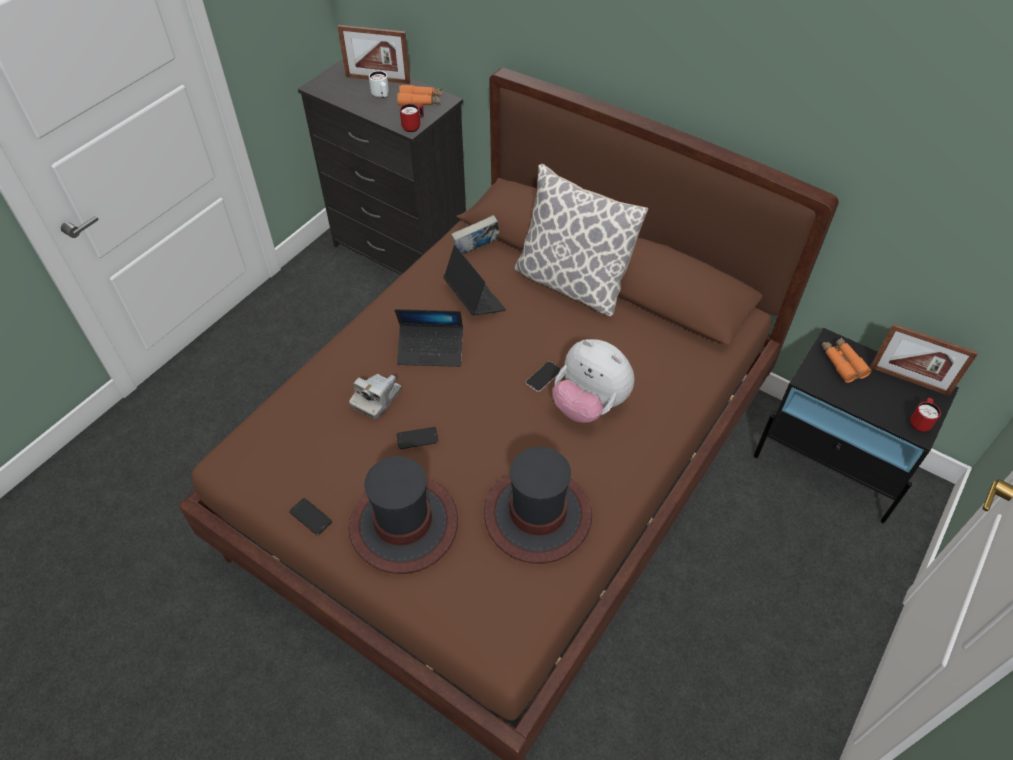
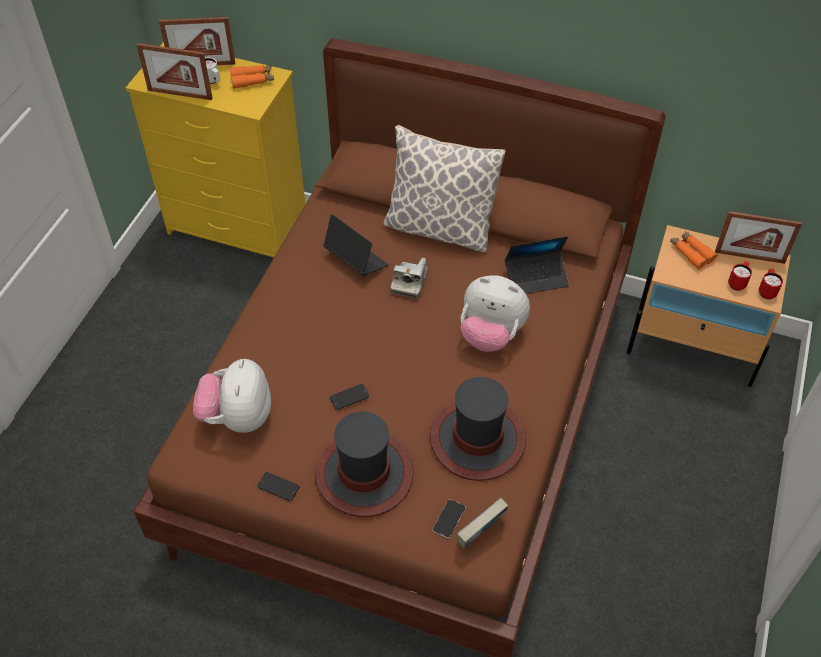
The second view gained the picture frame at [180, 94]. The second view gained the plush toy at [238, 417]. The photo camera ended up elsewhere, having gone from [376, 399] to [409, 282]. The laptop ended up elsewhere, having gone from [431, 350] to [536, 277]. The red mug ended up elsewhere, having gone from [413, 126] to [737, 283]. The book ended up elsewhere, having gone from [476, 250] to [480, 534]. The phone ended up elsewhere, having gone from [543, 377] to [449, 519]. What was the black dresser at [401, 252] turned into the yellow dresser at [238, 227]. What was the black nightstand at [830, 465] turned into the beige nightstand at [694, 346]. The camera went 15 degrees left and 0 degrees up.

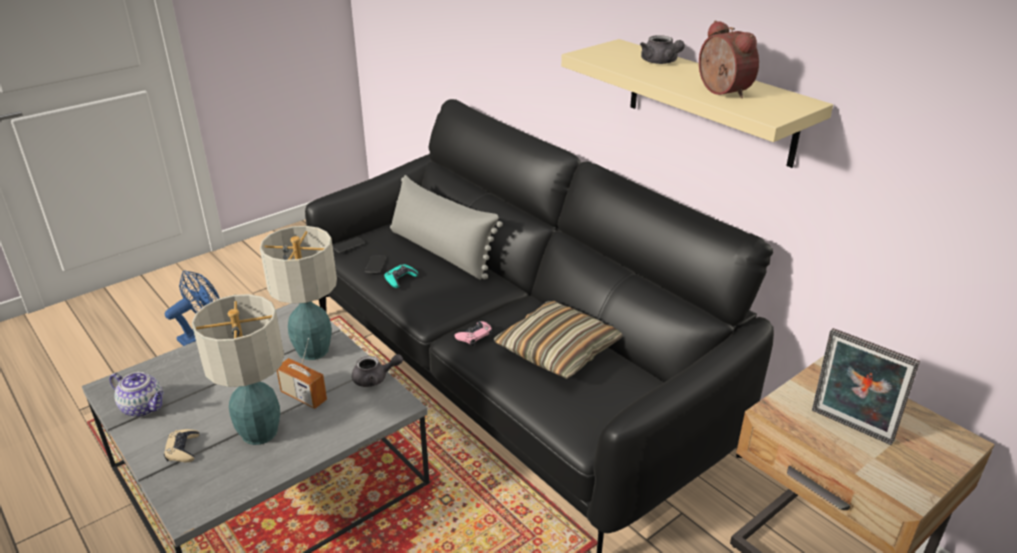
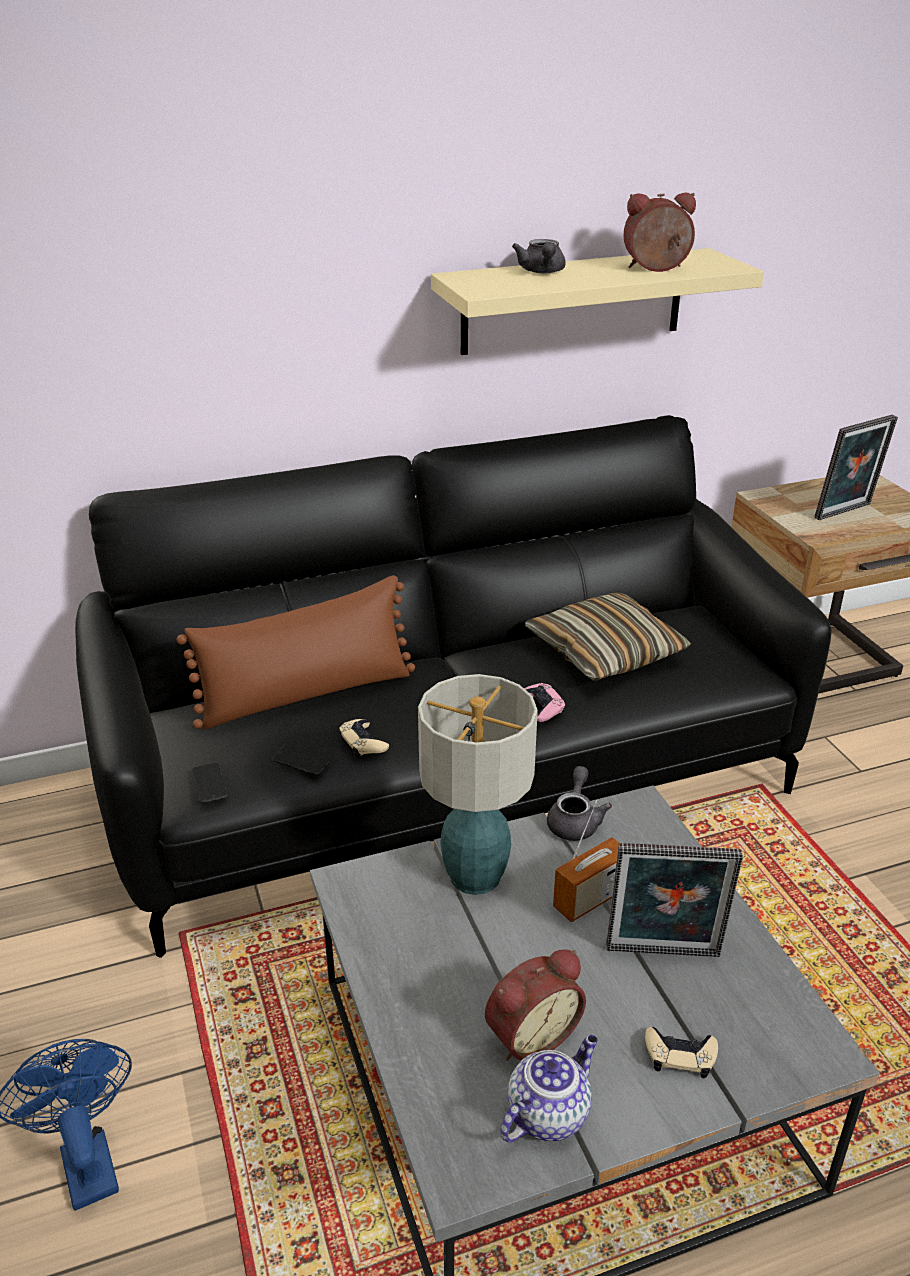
The second view gained the alarm clock at [530, 1034]. Where the table lamp stood at [260, 433], the picture frame came to stand at [663, 956]. What was the turquoise game controller at [400, 279] turned into the beige game controller at [363, 742]. What was the grey pillow at [441, 252] turned into the brown pillow at [307, 694]. The grey teapot at [661, 62] ended up facing another way, 90 degrees clockwise from before. The camera went 70 degrees left and 0 degrees up.

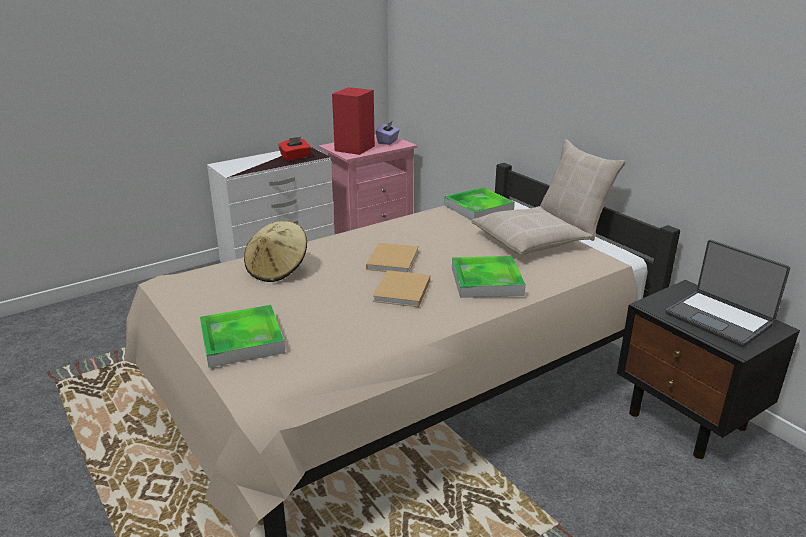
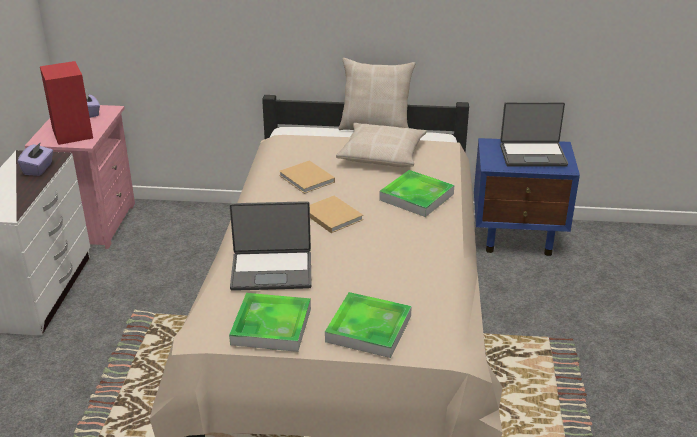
The beige book ended up elsewhere, having gone from [401, 292] to [307, 179]. The tray ended up elsewhere, having gone from [478, 208] to [271, 326]. Where the beige hat stood at [277, 270], the laptop came to stand at [272, 271]. What was the red tissue box at [295, 158] turned into the purple tissue box at [38, 169]. What was the black nightstand at [688, 421] turned into the blue nightstand at [518, 237]. The camera went 50 degrees left and 5 degrees up.

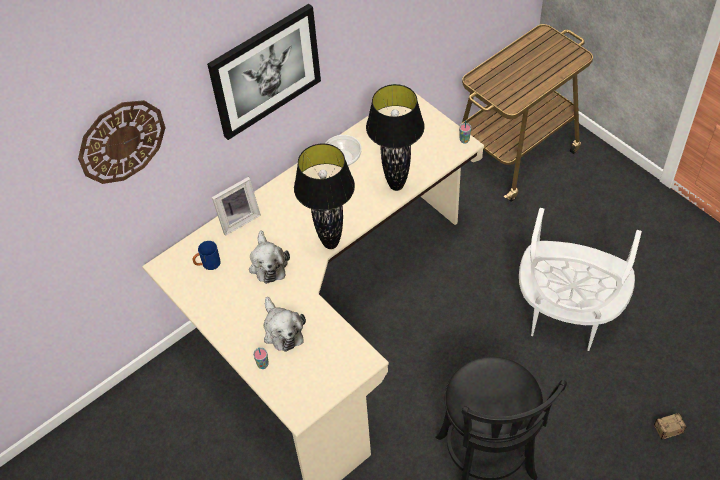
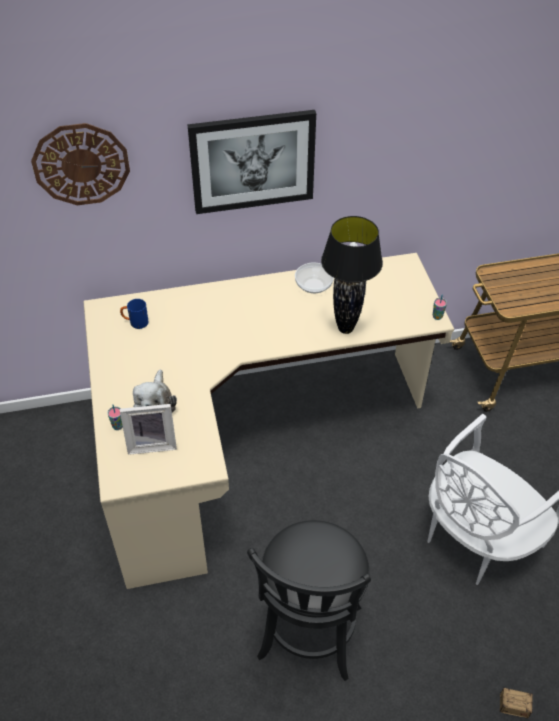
The second view lost the plush toy at [268, 263]. The second view lost the black table lamp at [331, 244]. The picture frame ended up elsewhere, having gone from [238, 219] to [152, 443]. The camera went 25 degrees right and 5 degrees down.

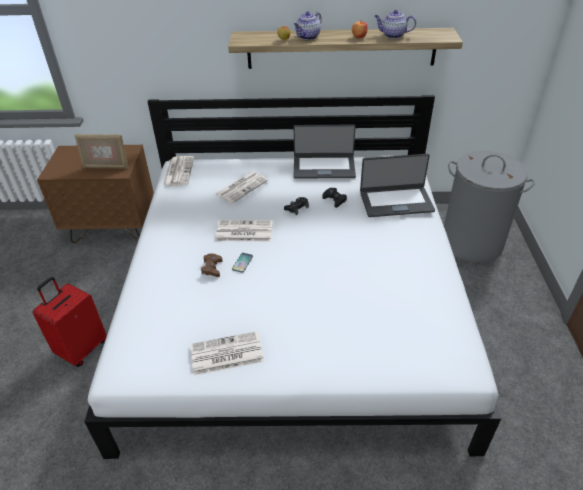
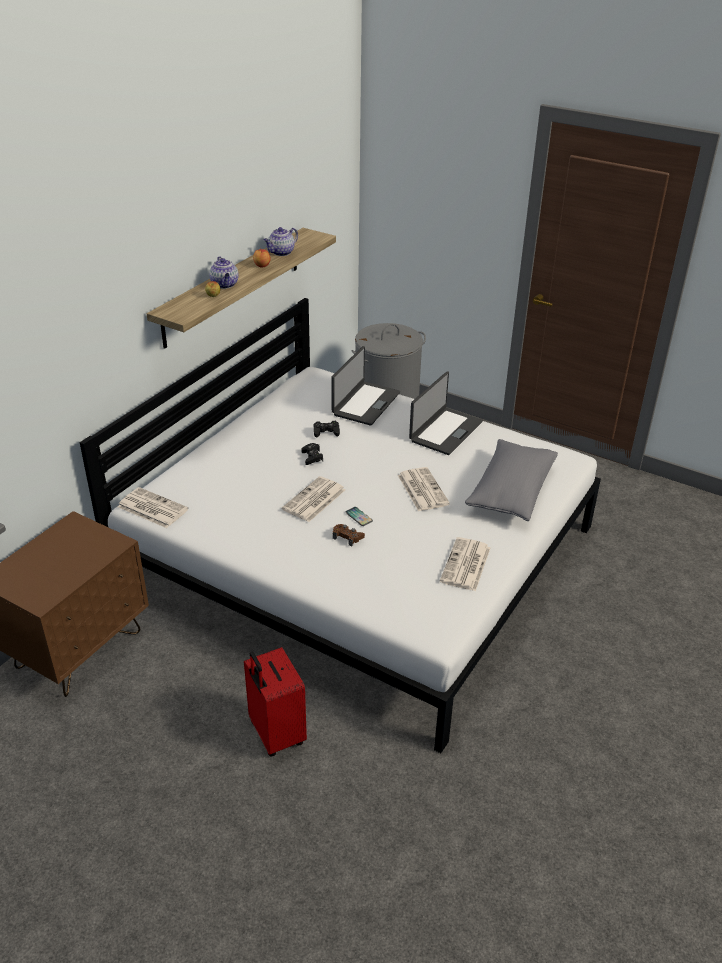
The second view lost the picture frame at [106, 167]. The second view gained the grey pillow at [511, 492]. The newspaper ended up elsewhere, having gone from [241, 187] to [422, 489]. The laptop ended up elsewhere, having gone from [324, 167] to [445, 431]. The camera went 60 degrees left and 5 degrees down.

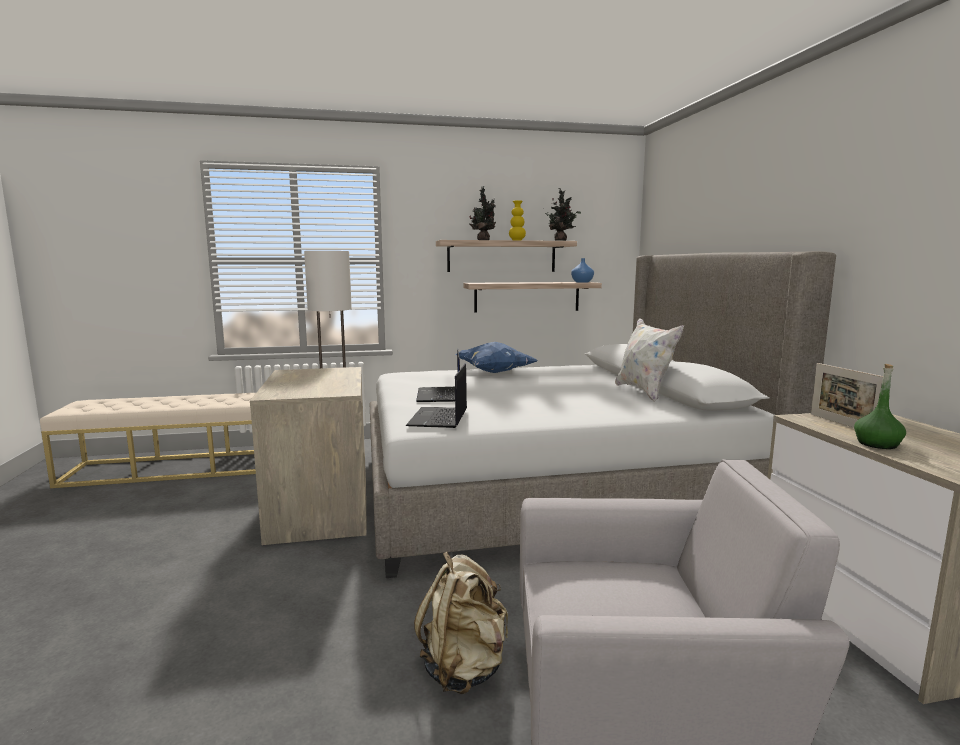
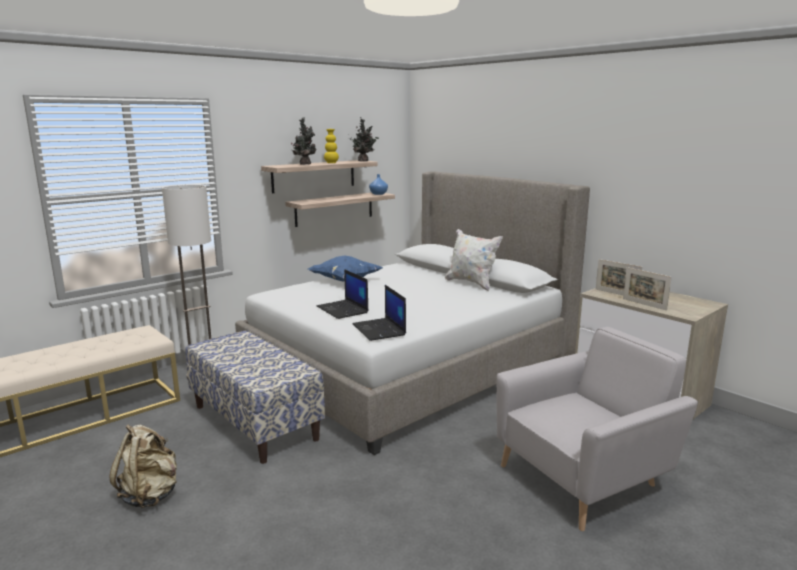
The beige backpack ended up elsewhere, having gone from [464, 668] to [150, 495]. Where the dresser stood at [321, 508], the bench came to stand at [255, 422]. Where the green bottle stood at [877, 444], the picture frame came to stand at [644, 304]. The camera went 30 degrees left and 5 degrees up.

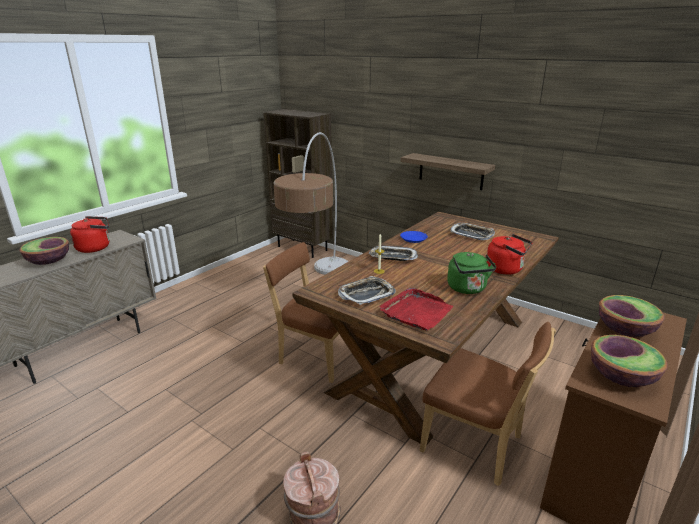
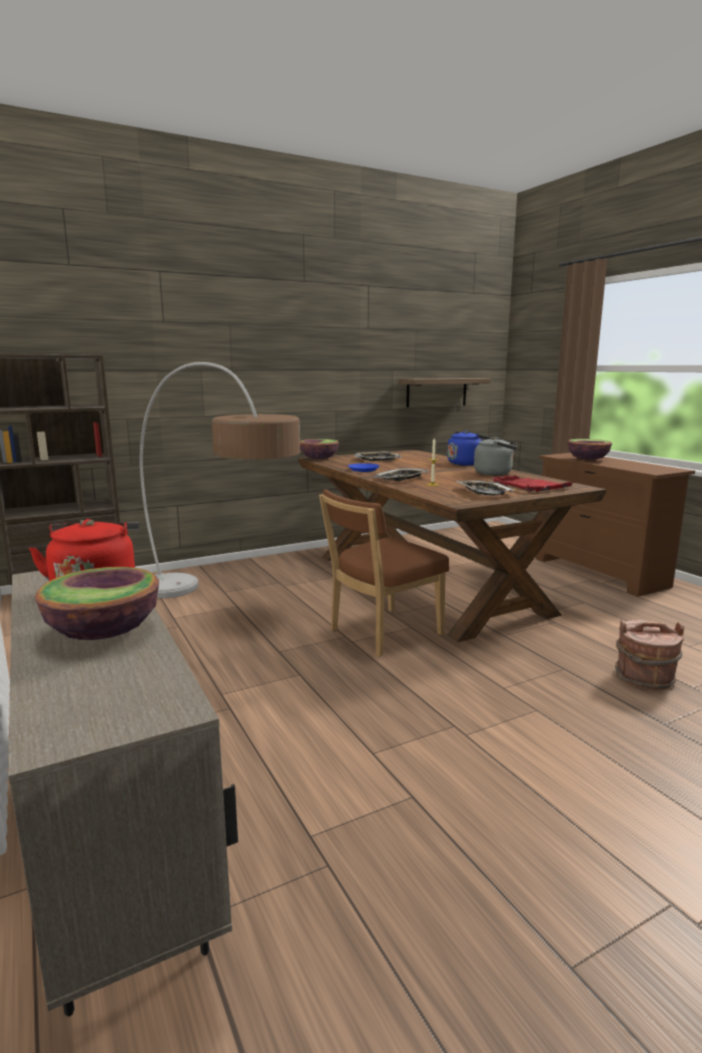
The second view lost the brown chair at [476, 446]. The shelf ended up elsewhere, having gone from [451, 171] to [436, 392]. The bowl ended up elsewhere, having gone from [621, 377] to [319, 459]. What was the green kettle at [468, 289] turned into the grey kettle at [495, 473]. What was the red kettle at [506, 269] turned into the blue kettle at [465, 463]. The camera went 65 degrees left and 10 degrees down.

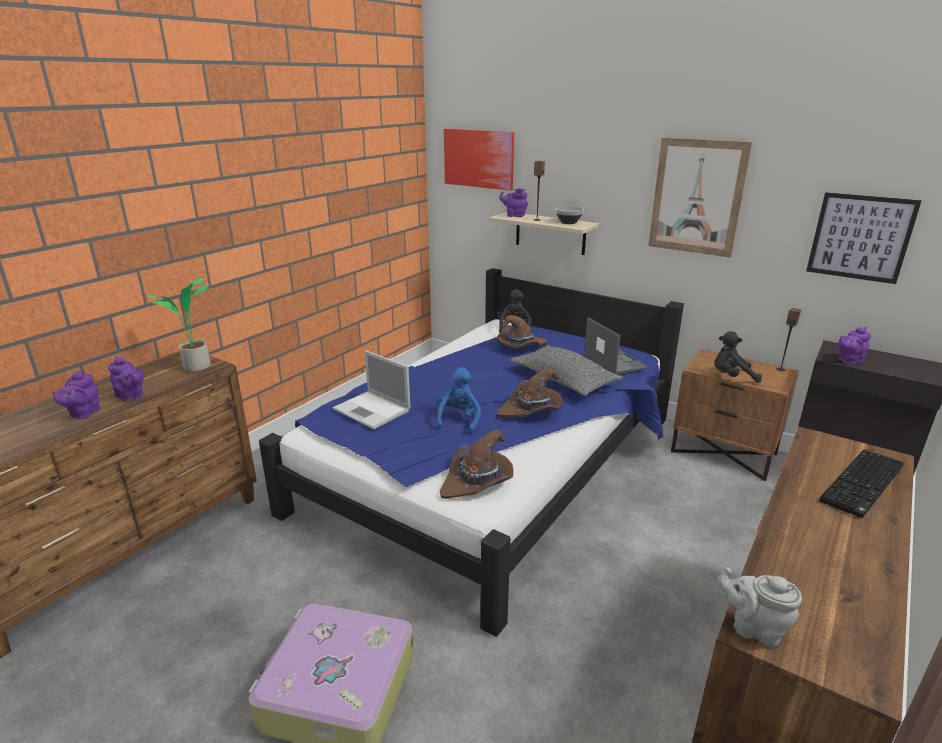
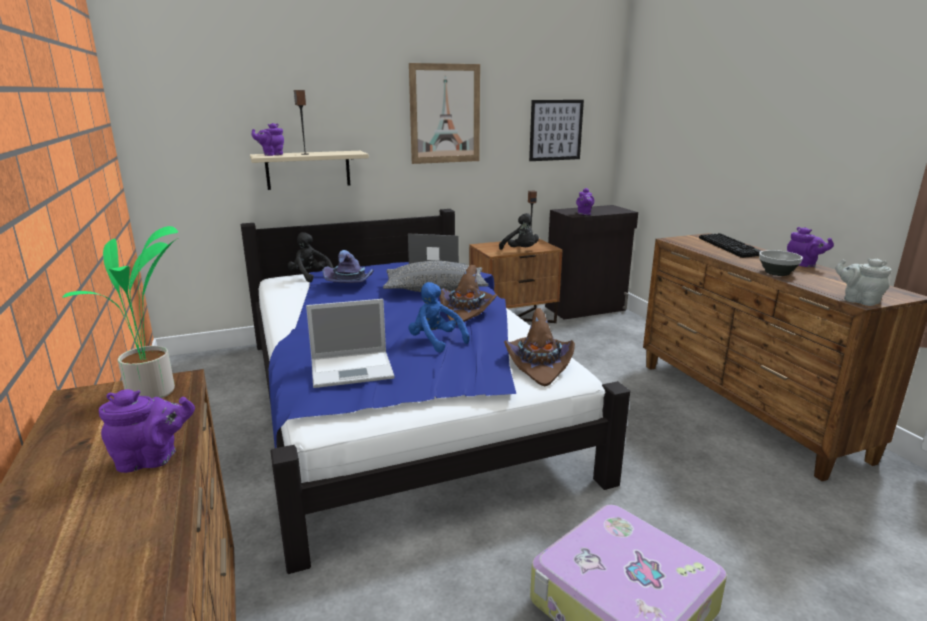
The second view lost the picture at [479, 158]. The purple teapot ended up elsewhere, having gone from [83, 414] to [803, 265]. The bowl ended up elsewhere, having gone from [568, 222] to [776, 273]. What was the brown hat at [521, 346] turned into the purple hat at [350, 283]. The black plush toy at [731, 377] ended up facing another way, 75 degrees counterclockwise from before. The grey teapot at [753, 628] ended up facing another way, 75 degrees clockwise from before. The camera went 55 degrees left and 5 degrees down.

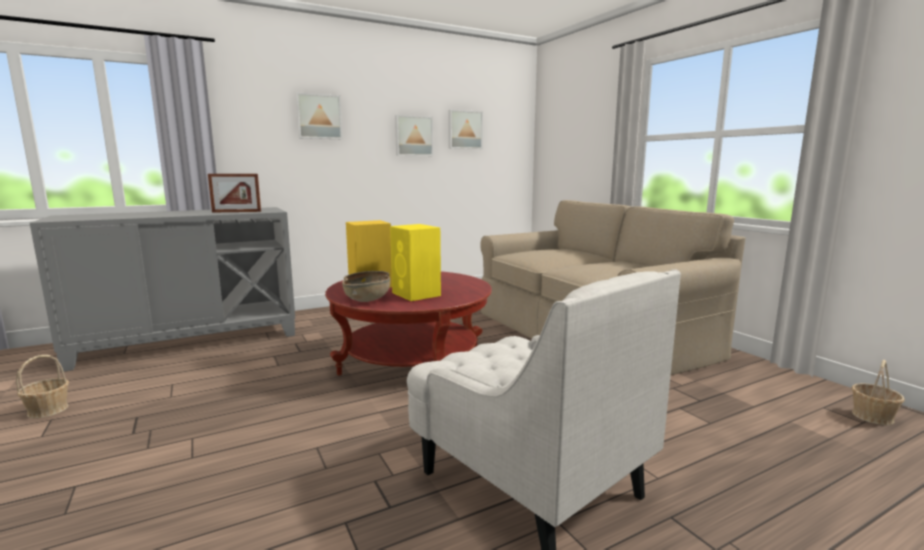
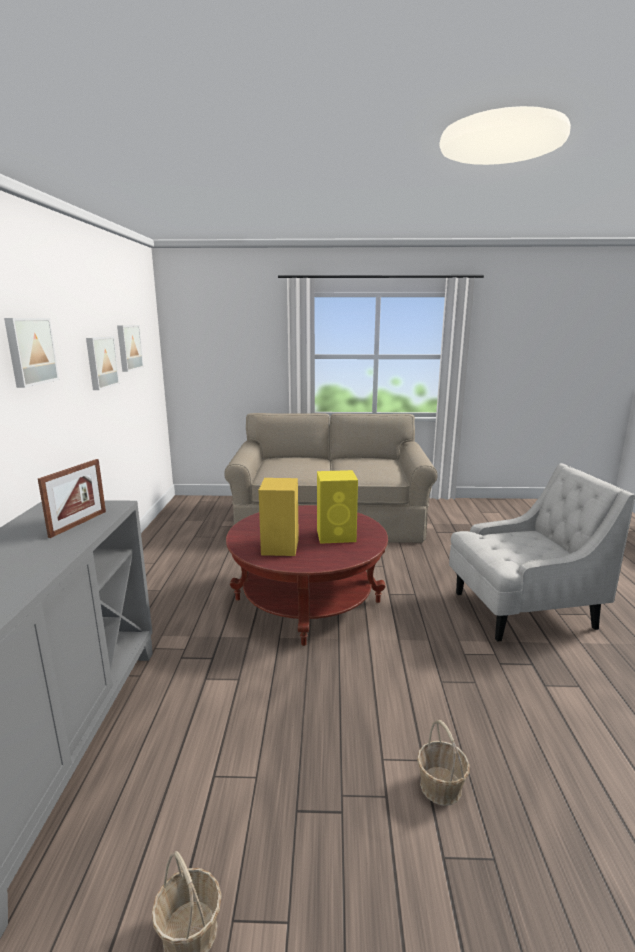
The second view lost the brown bowl at [367, 299]. The basket ended up elsewhere, having gone from [872, 416] to [440, 787]. The camera went 60 degrees left and 5 degrees up.

